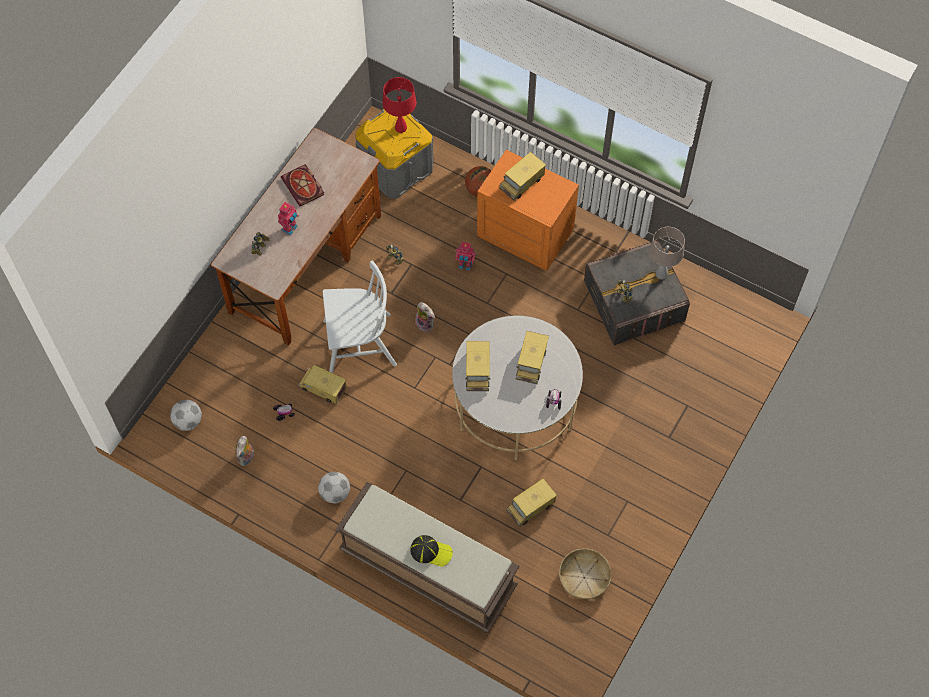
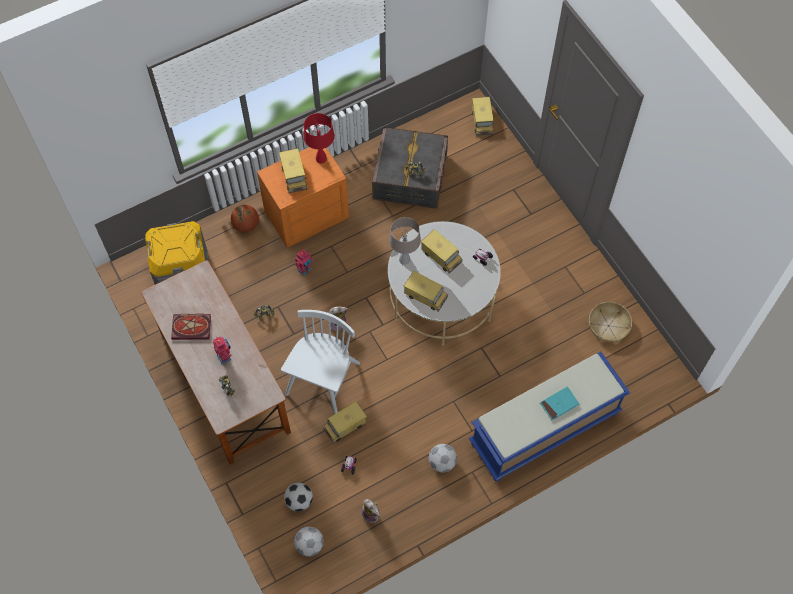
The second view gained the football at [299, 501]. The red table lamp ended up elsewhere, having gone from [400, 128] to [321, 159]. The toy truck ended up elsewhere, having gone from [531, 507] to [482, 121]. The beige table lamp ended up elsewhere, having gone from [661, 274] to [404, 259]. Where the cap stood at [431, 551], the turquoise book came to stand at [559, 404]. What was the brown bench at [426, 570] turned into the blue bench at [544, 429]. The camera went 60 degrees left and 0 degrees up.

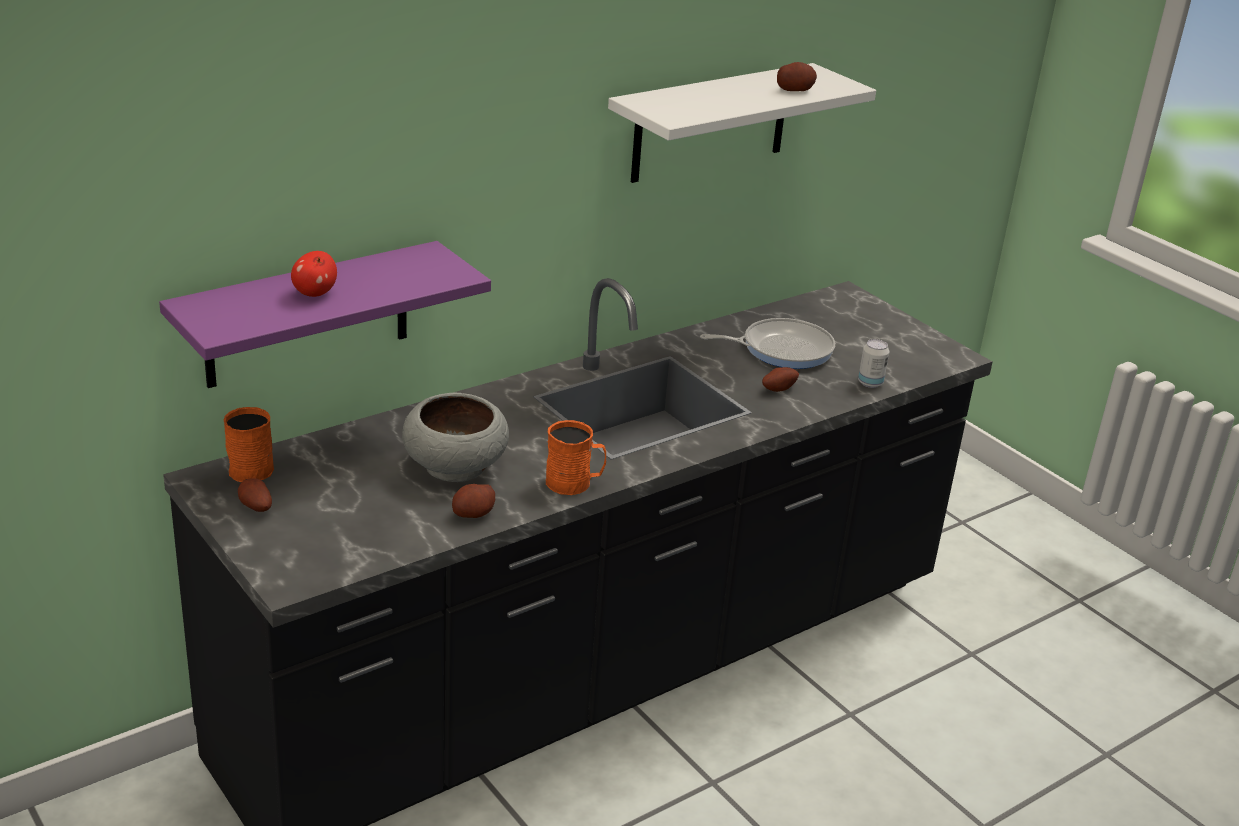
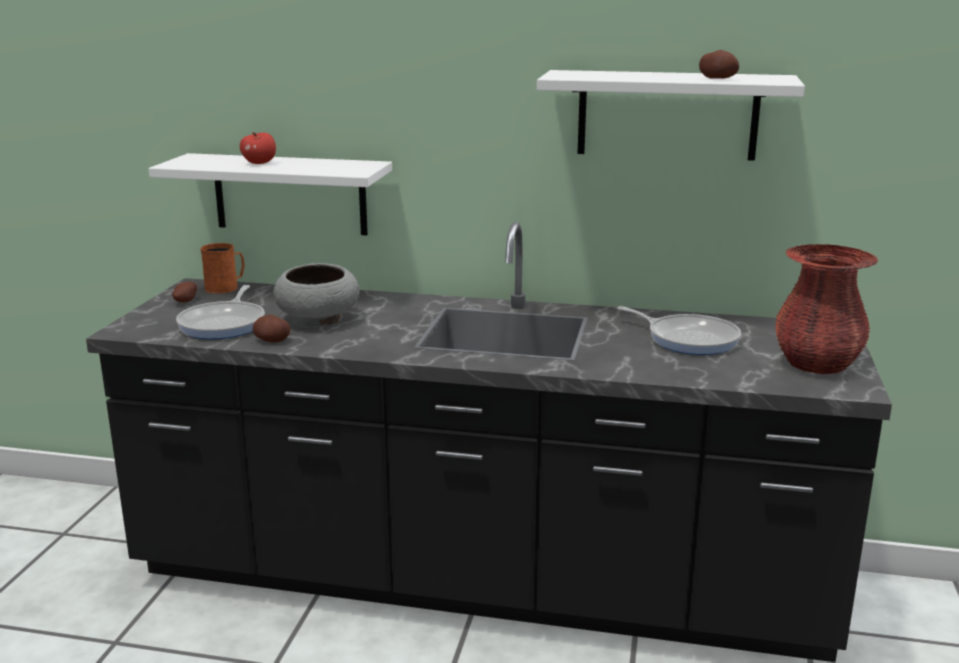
The second view lost the orange mug at [574, 483]. The second view lost the potato at [778, 388]. The second view lost the can at [870, 383]. The second view gained the frying pan at [224, 324]. The second view gained the red vase at [816, 364]. What was the purple shelf at [307, 315] turned into the white shelf at [290, 194]. The camera went 50 degrees right and 10 degrees down.

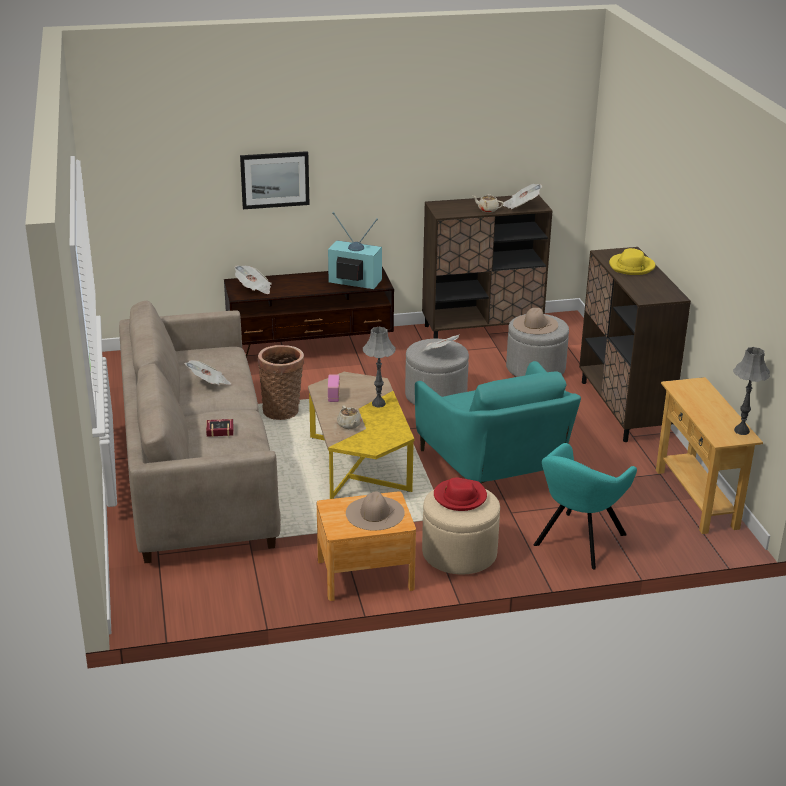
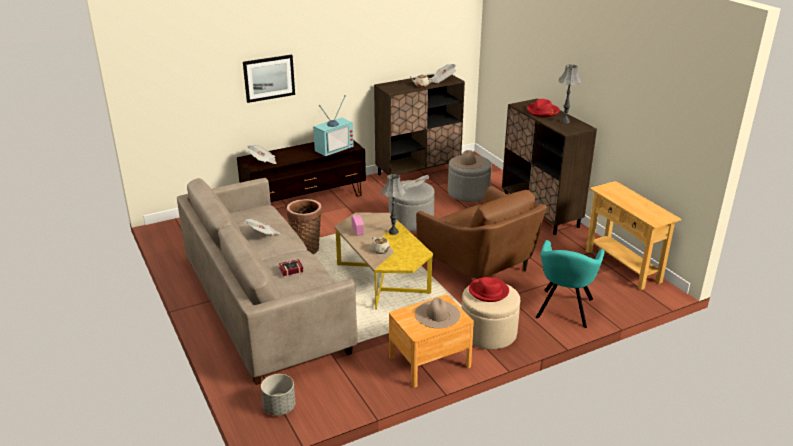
The second view gained the grey planter at [279, 407]. The grey table lamp ended up elsewhere, having gone from [741, 431] to [564, 121]. What was the turquoise armchair at [496, 468] turned into the brown armchair at [480, 266]. What was the yellow hat at [631, 267] turned into the red hat at [543, 111]. The television at [353, 282] ended up facing another way, 135 degrees clockwise from before. The camera went 15 degrees left and 0 degrees up.

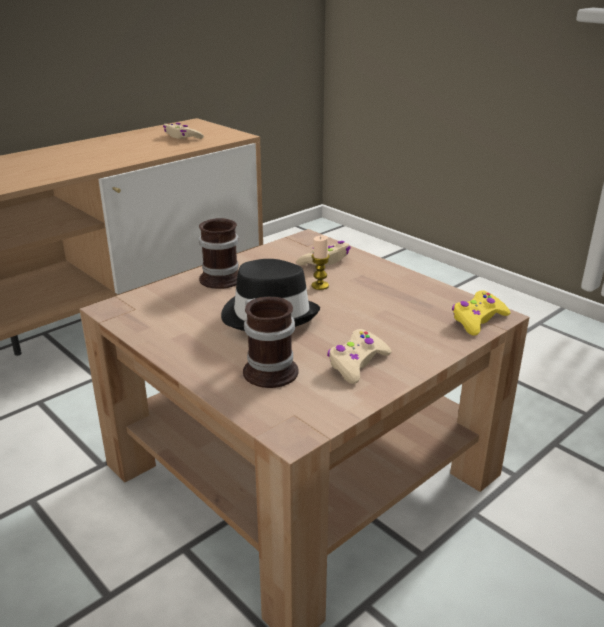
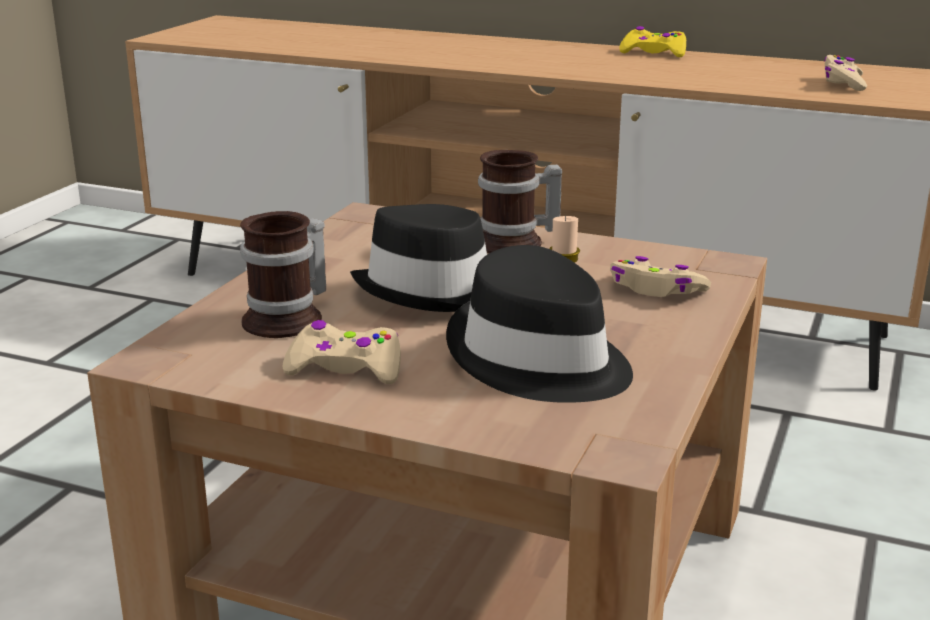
The second view gained the black hat at [538, 361]. The yellow game controller ended up elsewhere, having gone from [478, 320] to [654, 52]. The camera went 65 degrees right and 5 degrees down.

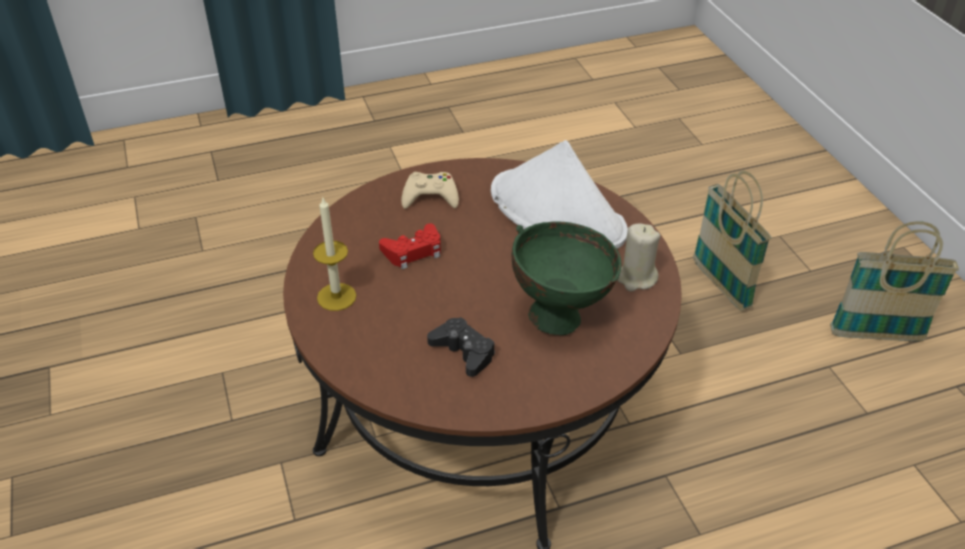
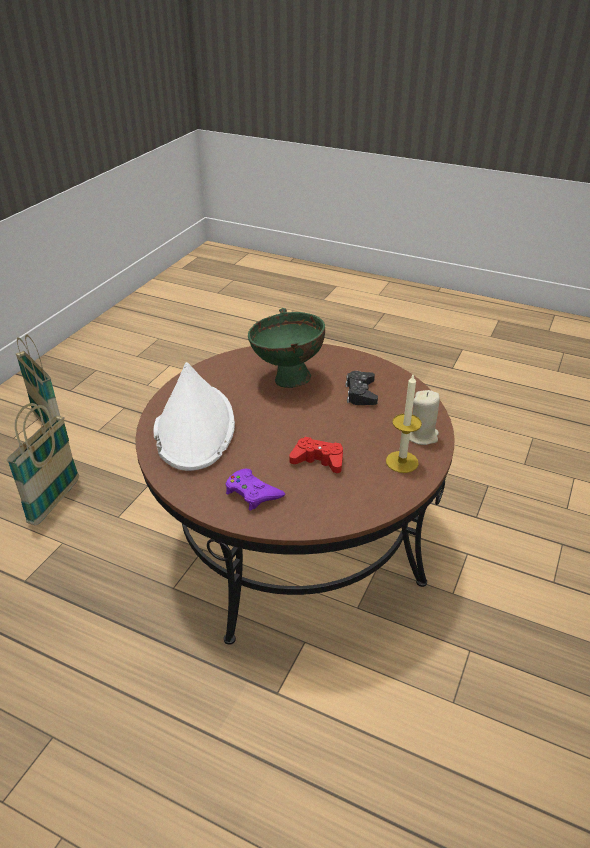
The beige candle ended up elsewhere, having gone from [636, 278] to [422, 436]. What was the beige game controller at [430, 196] turned into the purple game controller at [252, 493]. The camera went 135 degrees left and 5 degrees down.

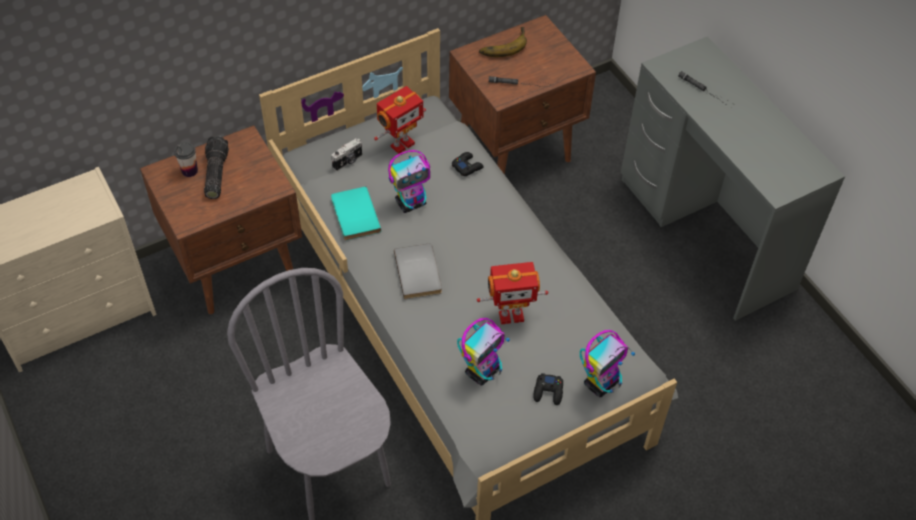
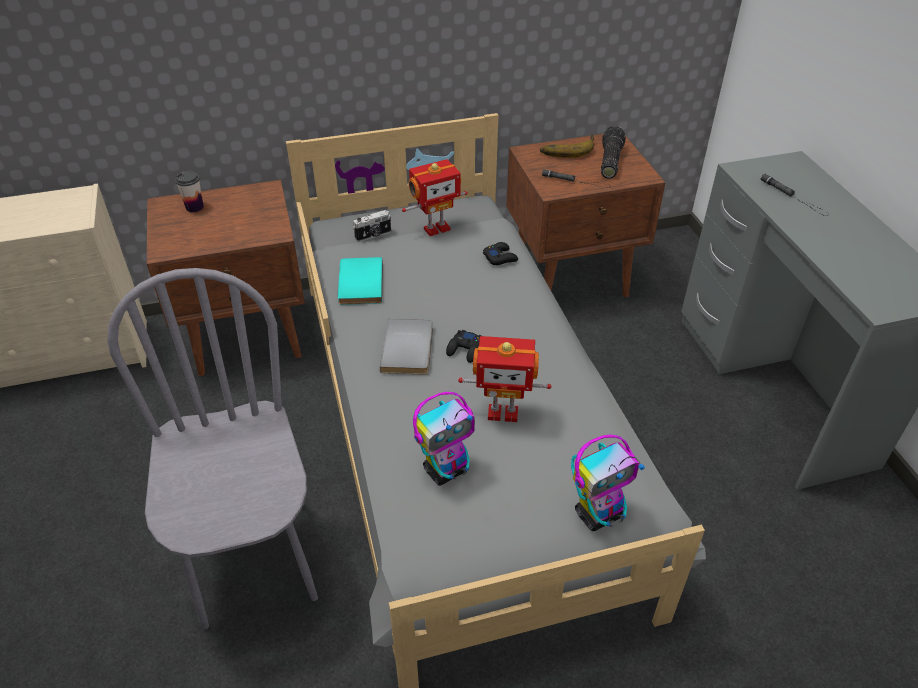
The second view lost the toy robot at [411, 203]. The flashlight ended up elsewhere, having gone from [215, 174] to [609, 161]. The black game controller ended up elsewhere, having gone from [548, 391] to [465, 350]. The camera went 15 degrees right and 10 degrees down.

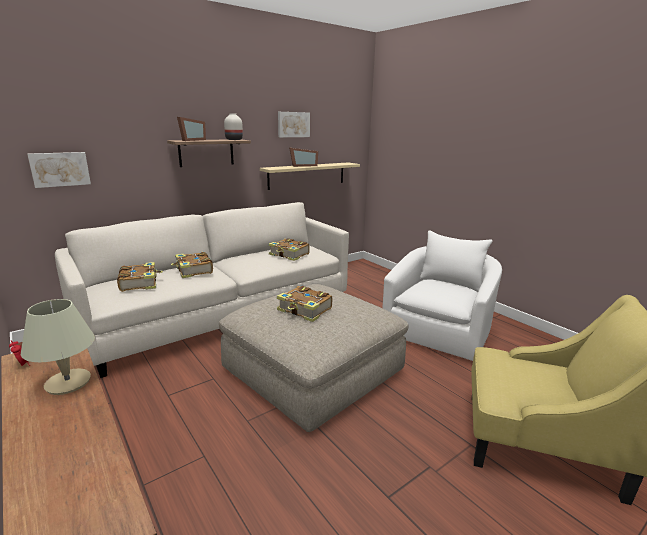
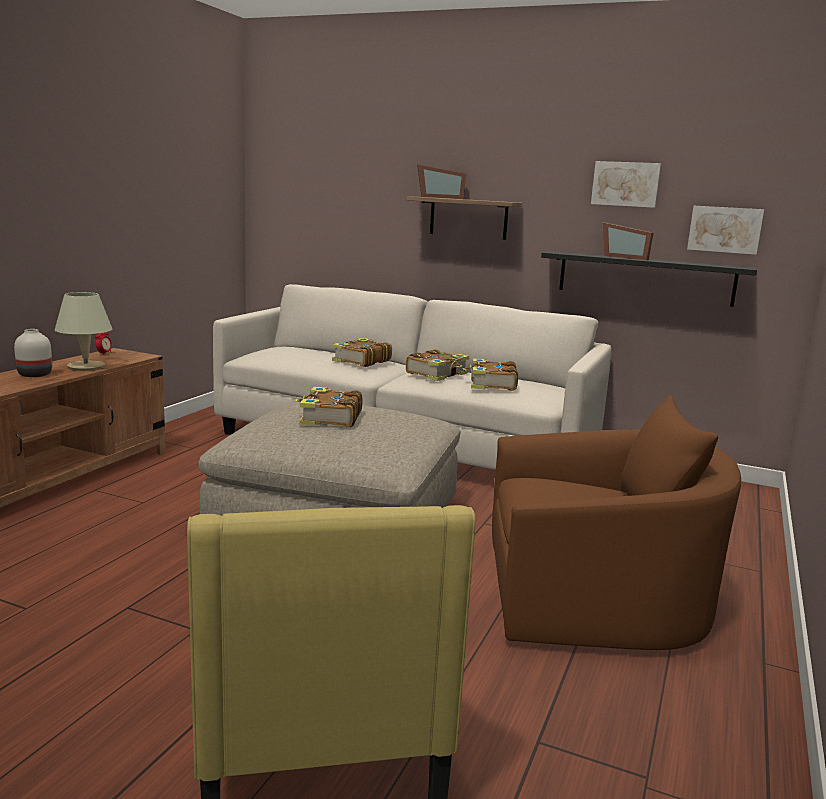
The picture ended up elsewhere, having gone from [60, 169] to [725, 229]. The book ended up elsewhere, having gone from [140, 283] to [437, 374]. The white vase ended up elsewhere, having gone from [234, 139] to [35, 374]. What was the beige shelf at [307, 175] turned into the black shelf at [645, 278]. What was the white armchair at [439, 330] turned into the brown armchair at [593, 600]. The camera went 60 degrees right and 5 degrees down.

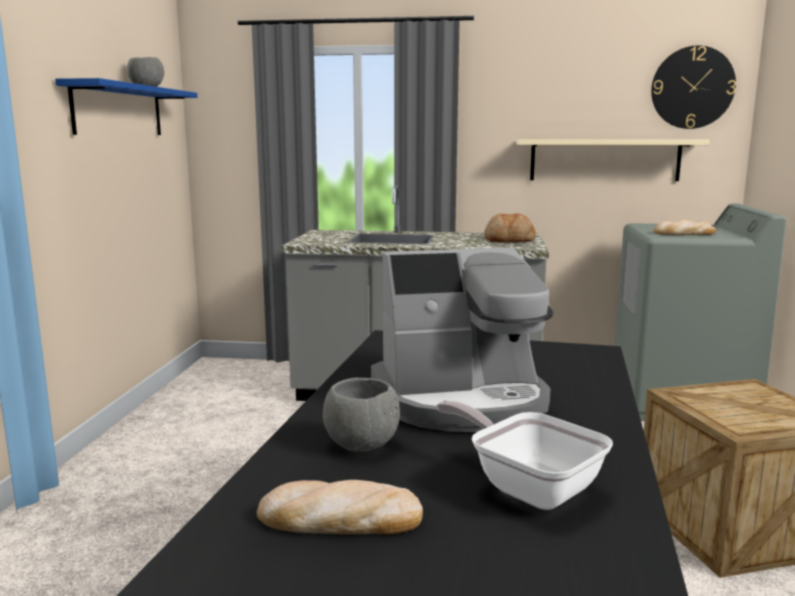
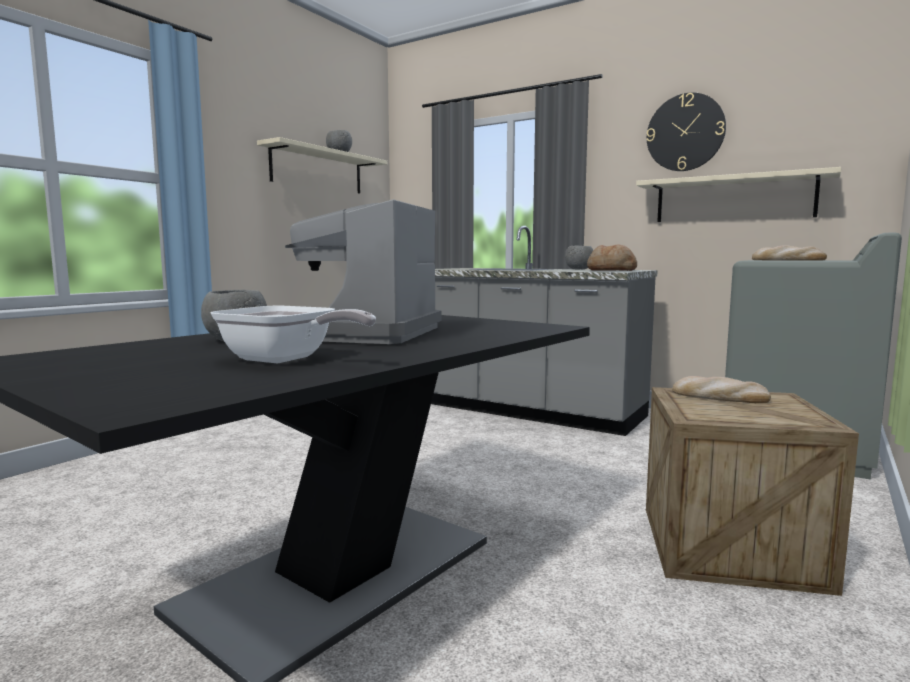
The second view gained the grey bowl at [579, 269]. The bread ended up elsewhere, having gone from [339, 519] to [719, 397]. The wall clock ended up elsewhere, having gone from [692, 87] to [685, 132]. What was the blue shelf at [119, 111] turned into the beige shelf at [317, 170]. The coffee machine at [461, 400] ended up facing another way, 90 degrees clockwise from before. The frying pan at [527, 486] ended up facing another way, 135 degrees clockwise from before. The camera went 25 degrees right and 5 degrees down.

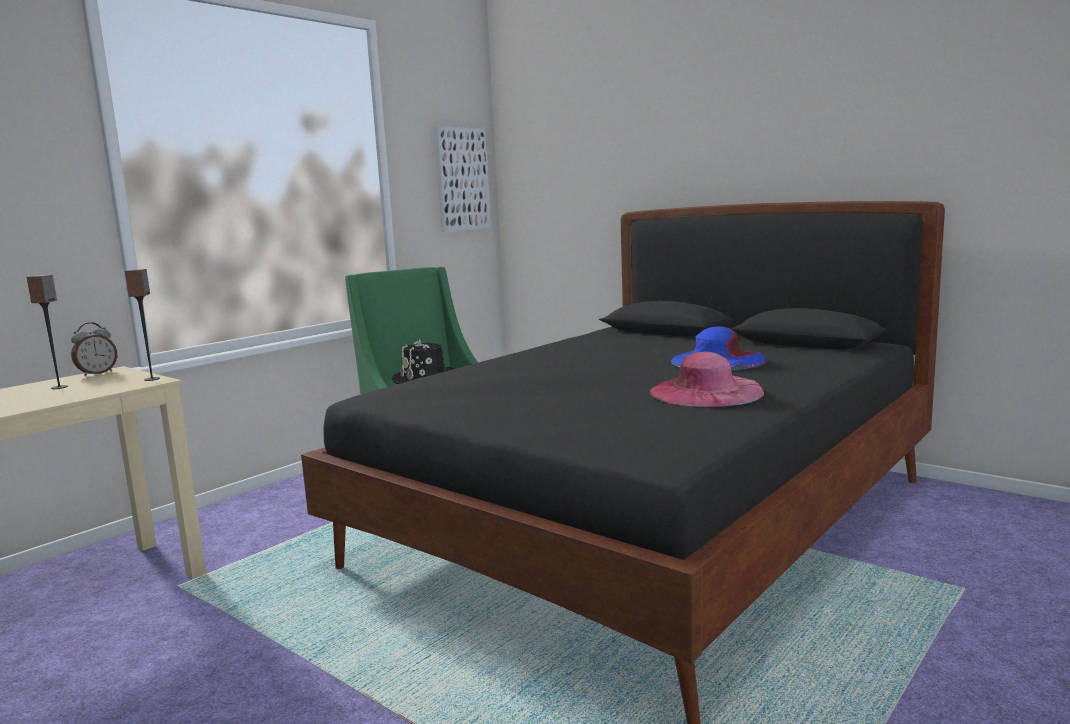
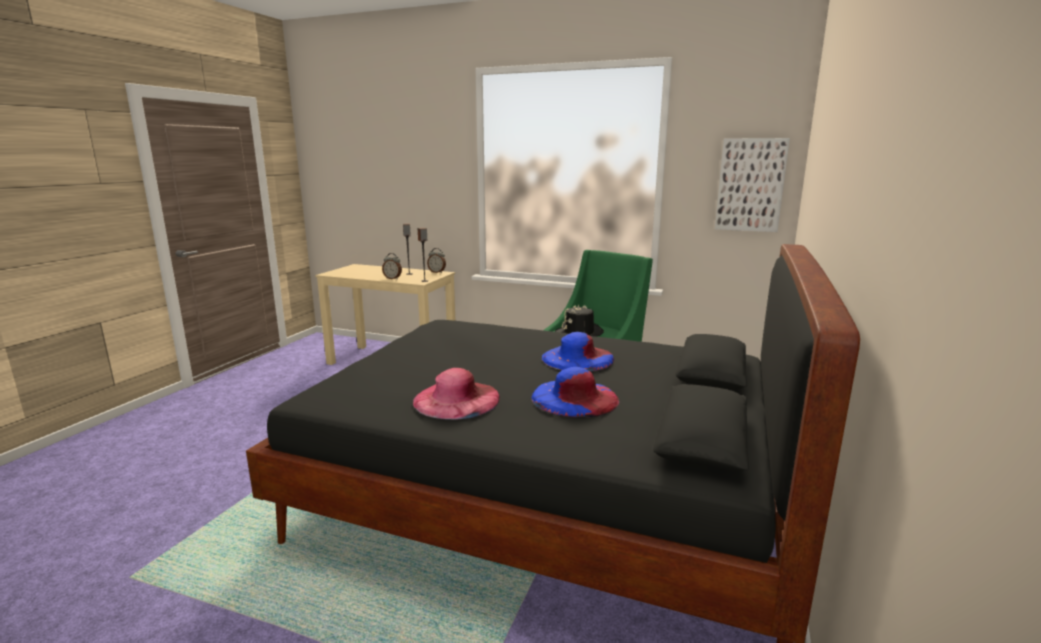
The second view gained the alarm clock at [393, 278]. The second view gained the blue hat at [577, 358]. The camera went 70 degrees right and 5 degrees up.

